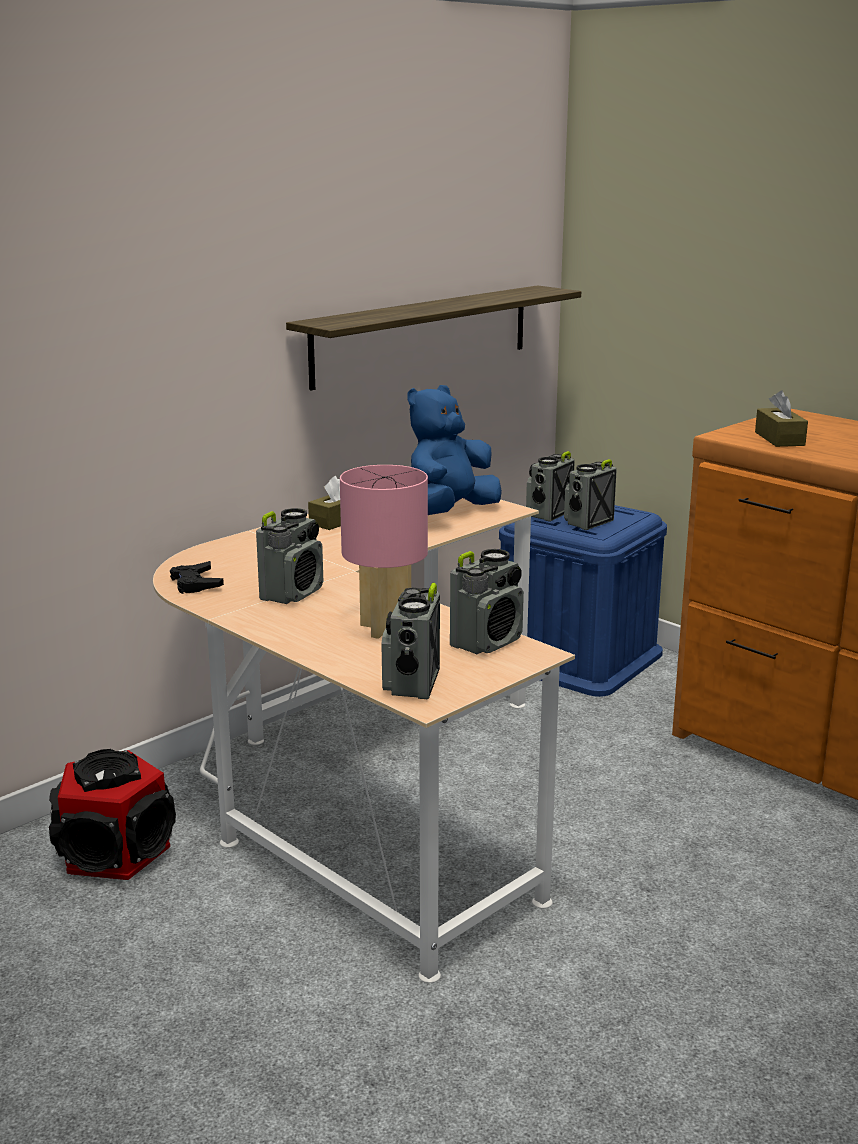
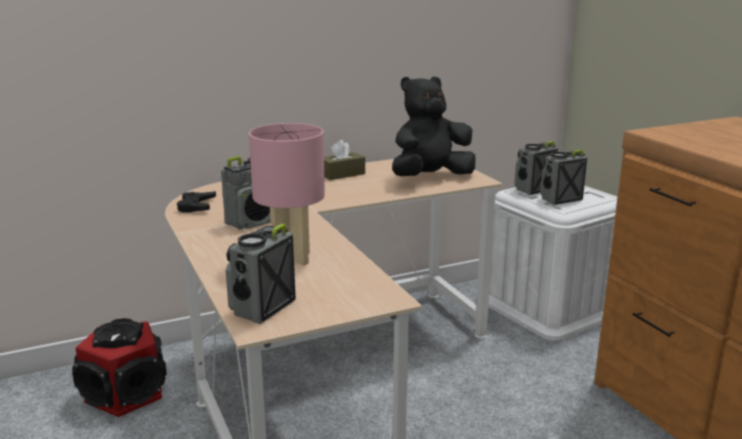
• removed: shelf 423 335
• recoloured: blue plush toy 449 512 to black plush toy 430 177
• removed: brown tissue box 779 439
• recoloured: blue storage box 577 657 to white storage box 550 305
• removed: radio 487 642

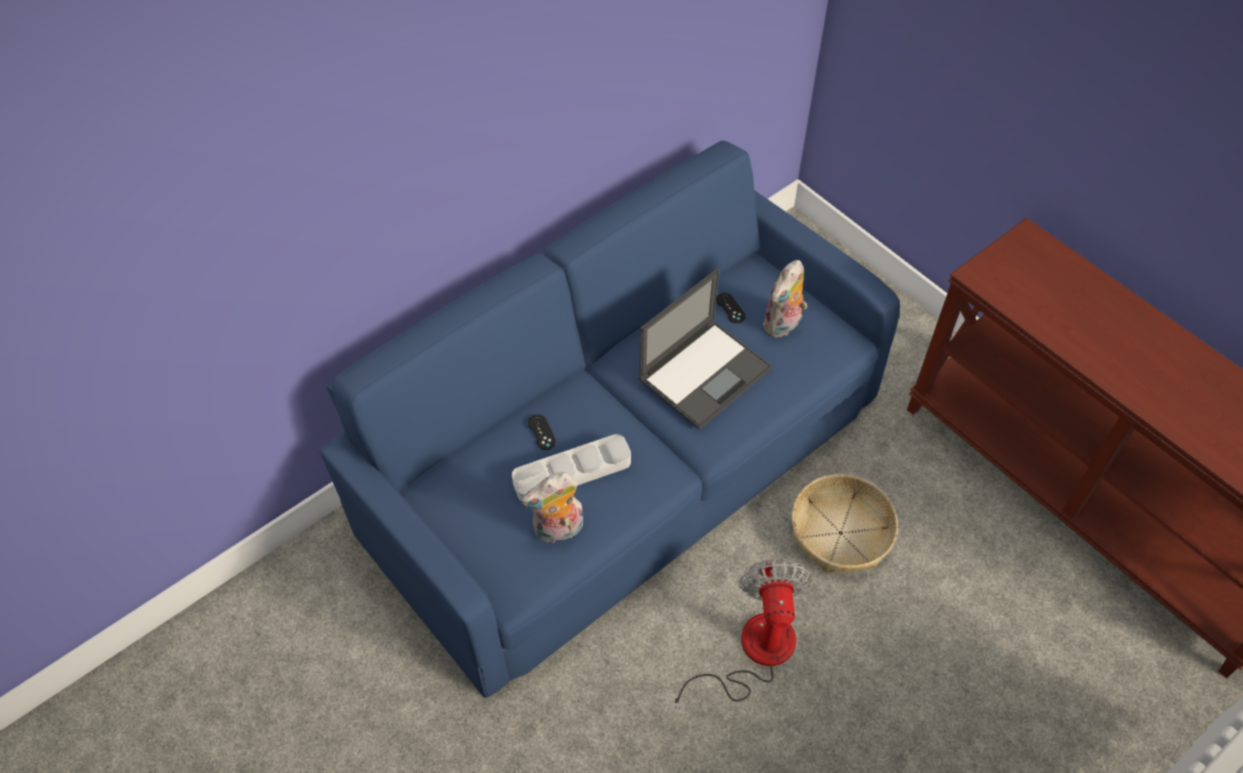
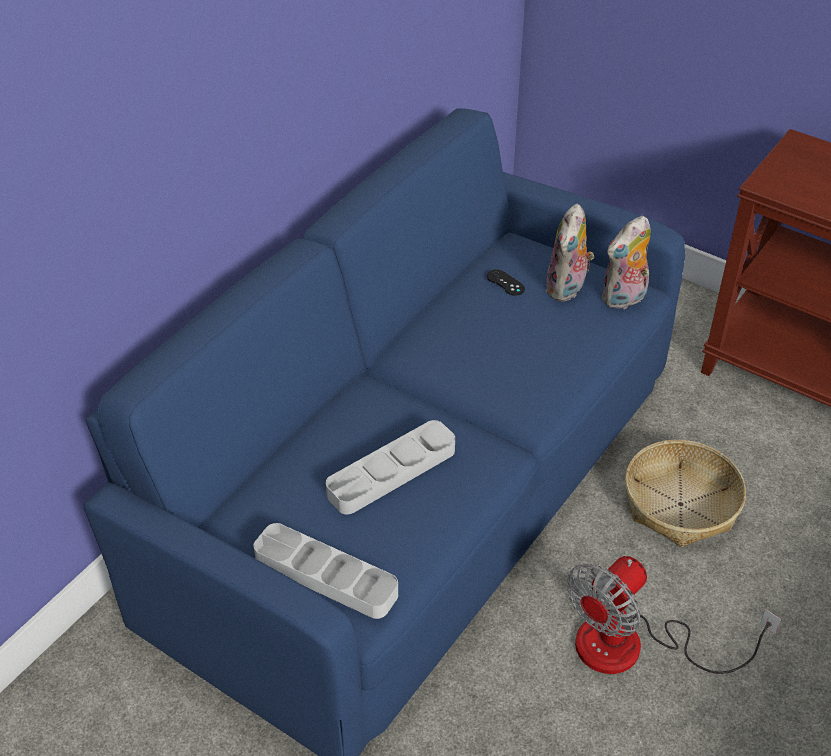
• removed: laptop 705 373
• removed: black game controller 541 432
• moved: plush toy 558 531 to 624 299
• turned: fan 752 653 = 633 648 120 degrees counterclockwise
• added: grey tray 325 575

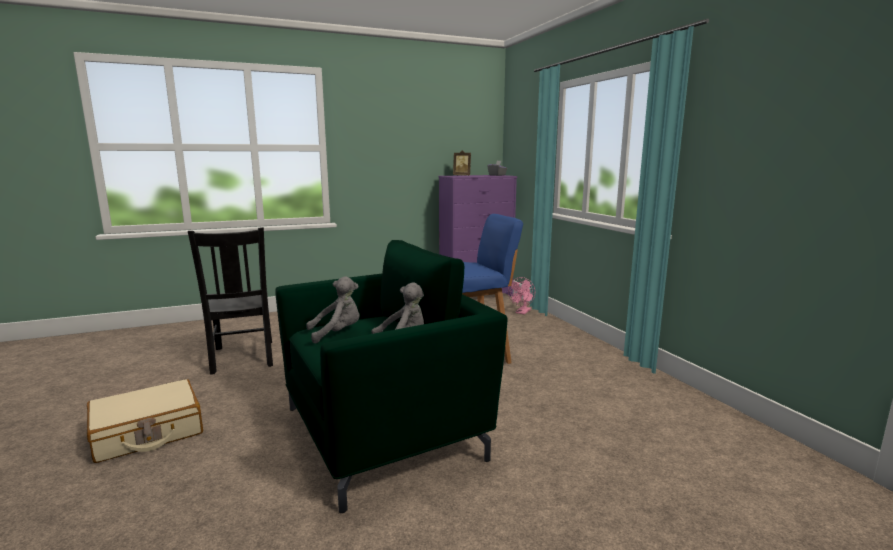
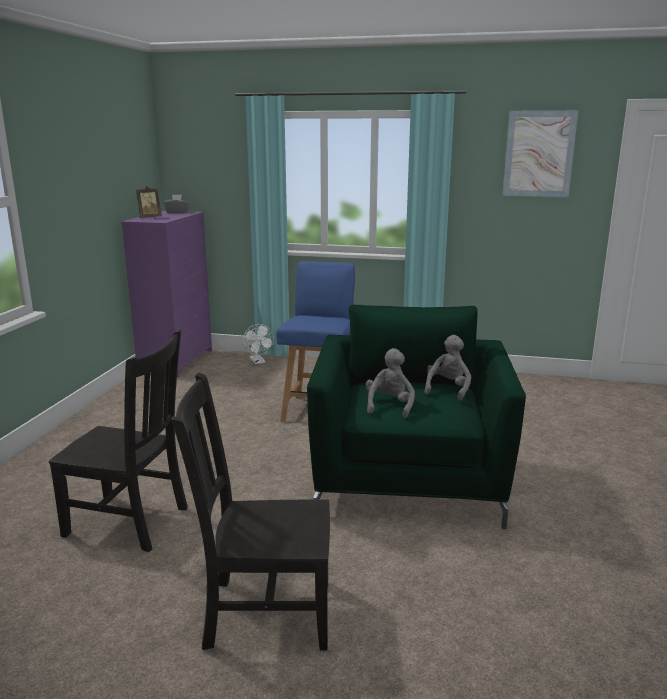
• recoloured: pink fan 522 312 to white fan 258 361
• replaced: beige suitcase 148 433 to black chair 264 613
• added: picture 539 154

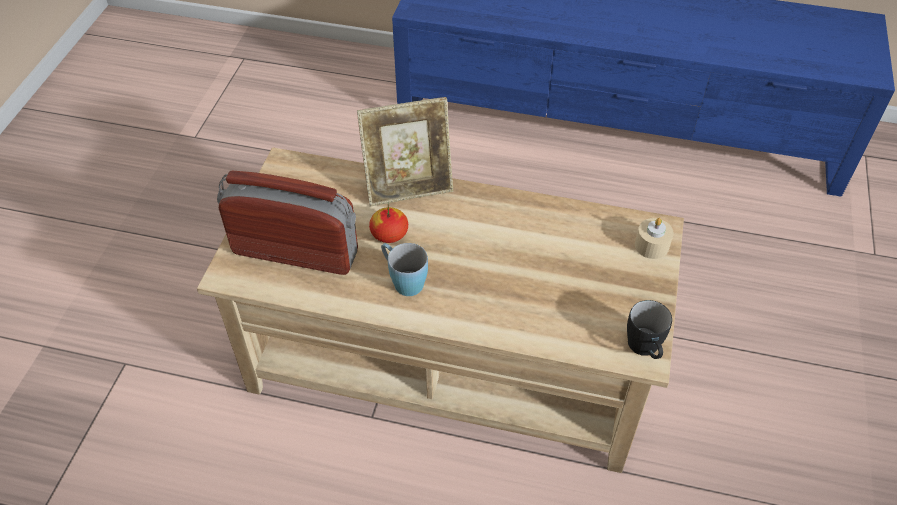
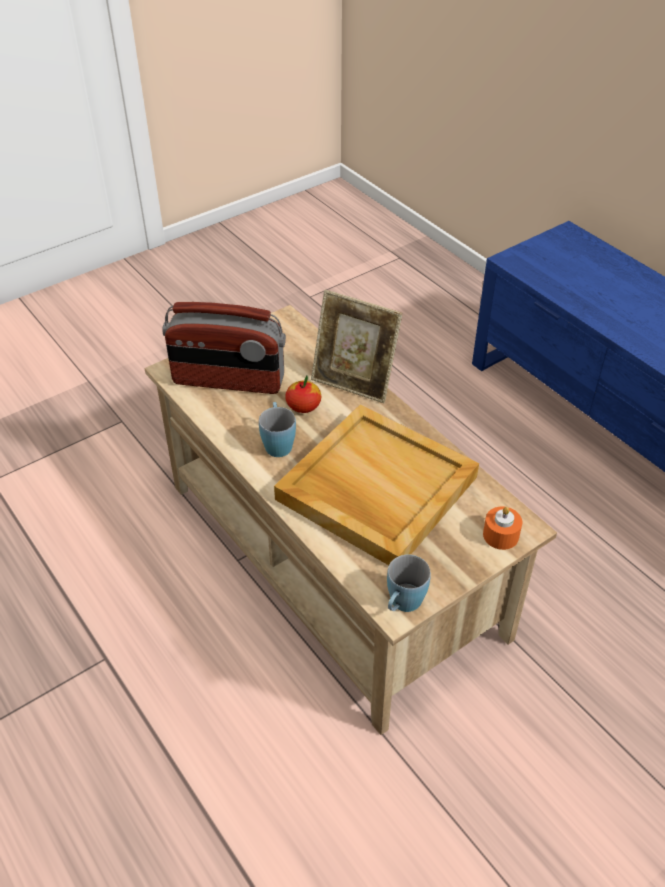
• turned: radio 296 252 = 228 381 135 degrees clockwise
• recoloured: beige candle 651 245 to orange candle 500 535
• recoloured: black mug 645 349 to blue mug 402 605
• added: beige tray 375 488

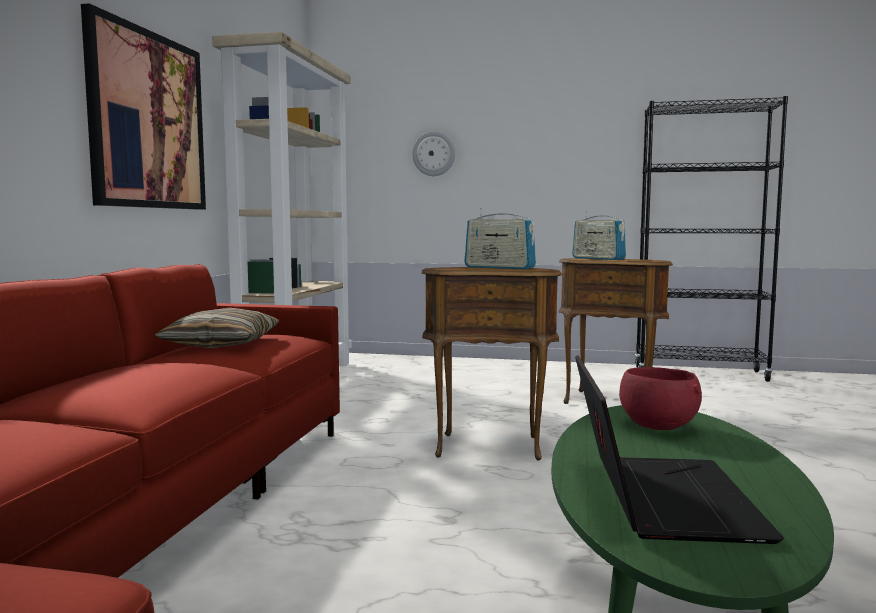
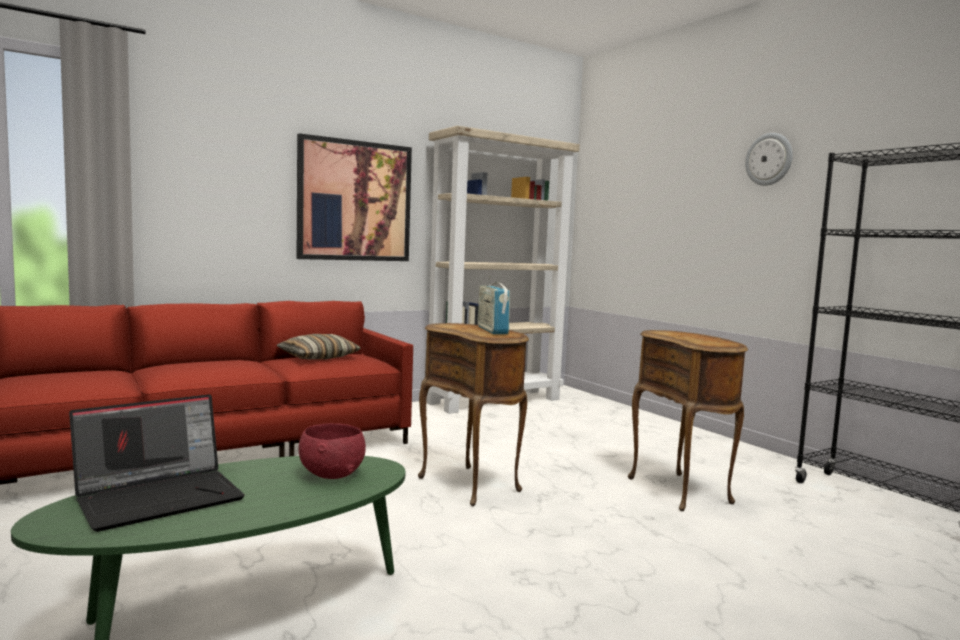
• moved: wall clock 434 154 to 769 159
• removed: radio 598 259

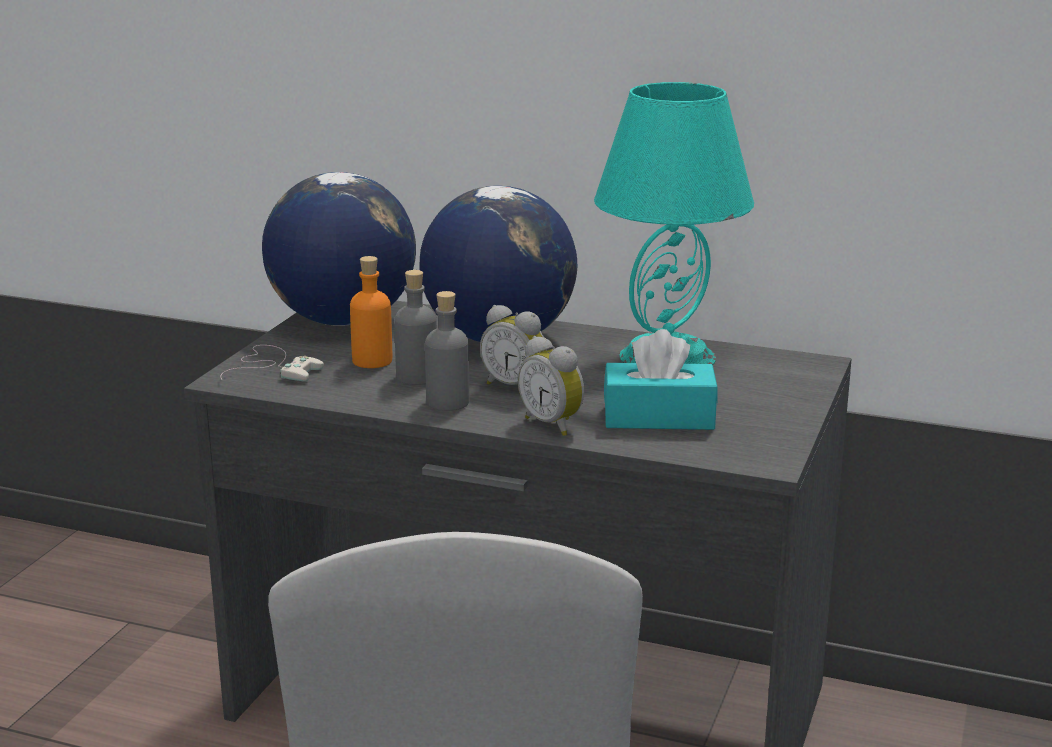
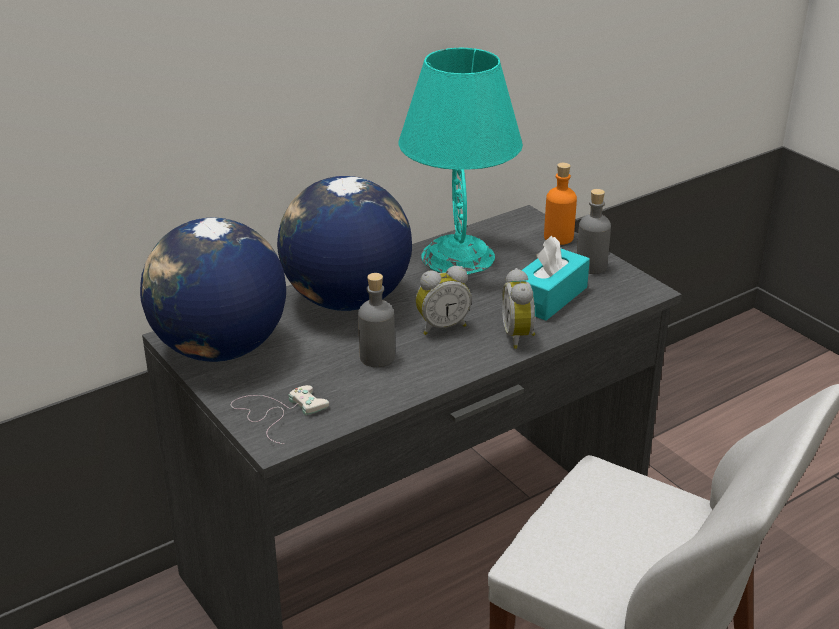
• moved: orange bottle 372 361 to 558 237
• moved: grey bottle 448 402 to 591 266
• turned: alarm clock 553 424 = 519 336 90 degrees clockwise

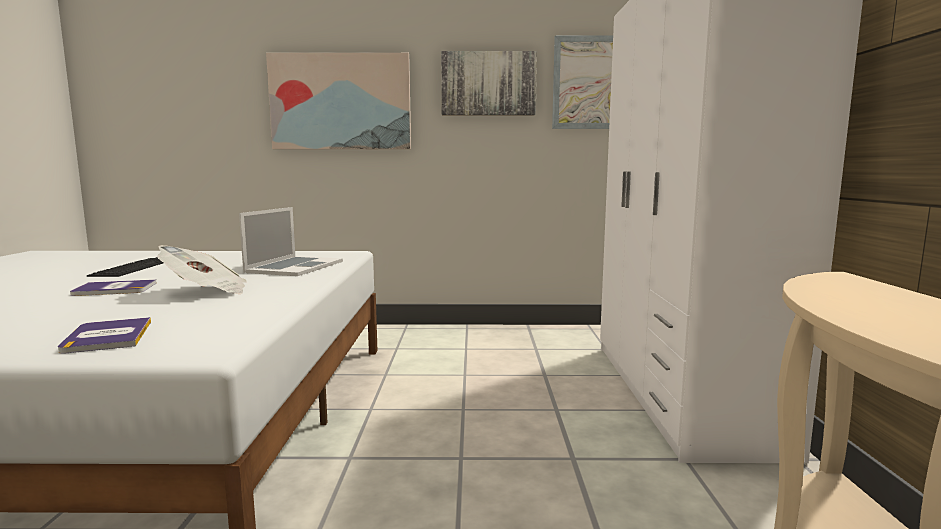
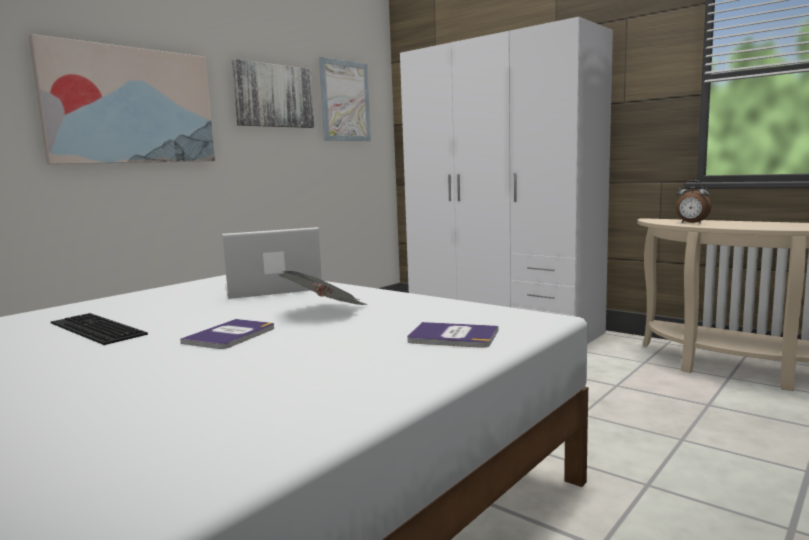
• turned: laptop 294 267 = 272 288 75 degrees counterclockwise
• added: alarm clock 691 223

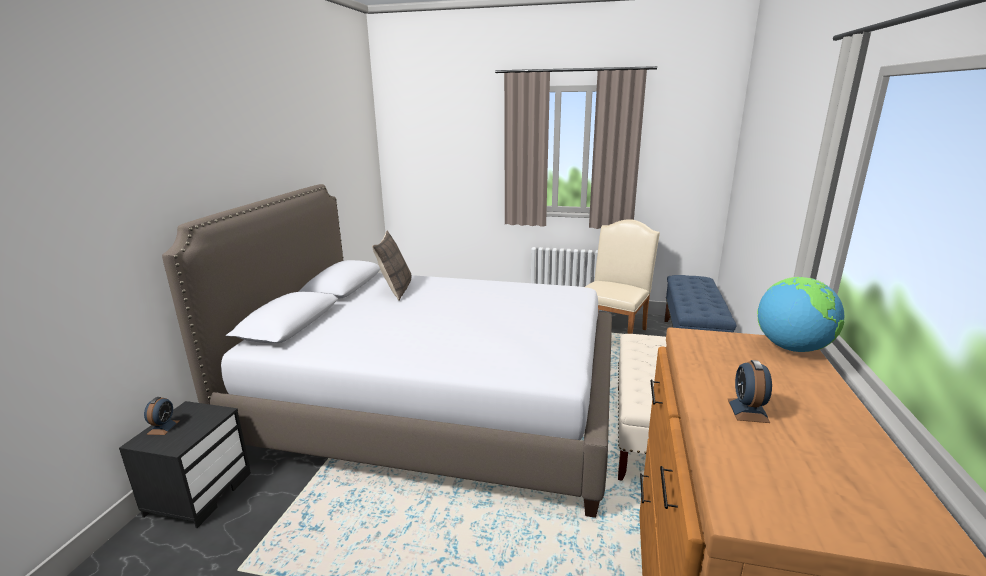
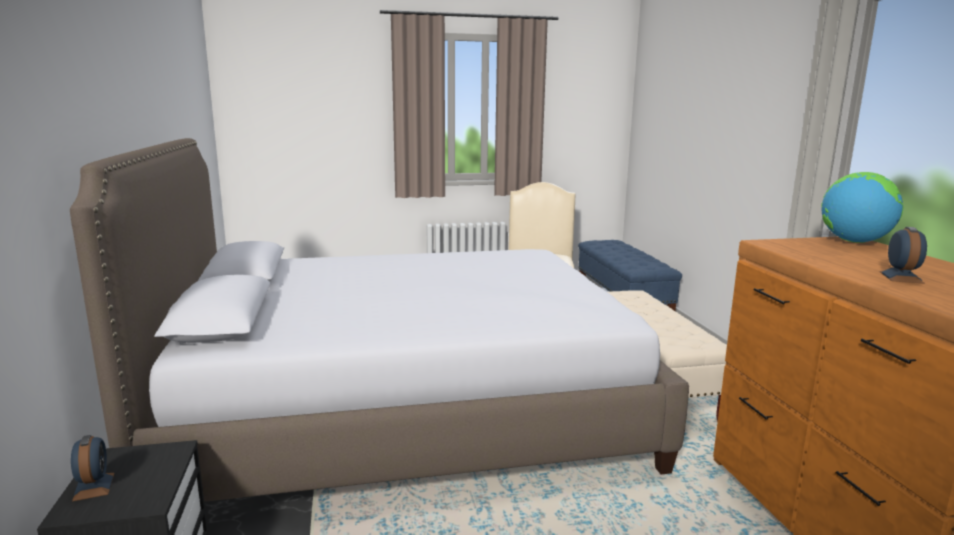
• removed: pillow 395 290
• turned: alarm clock 748 410 = 901 277 150 degrees counterclockwise

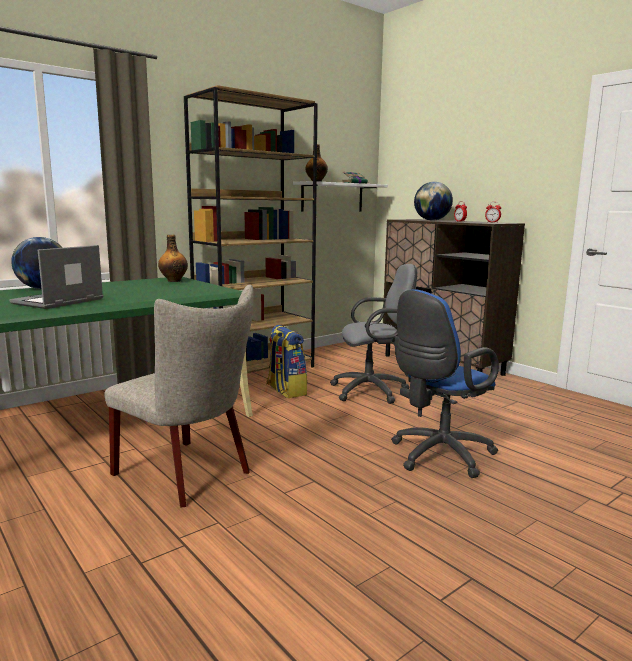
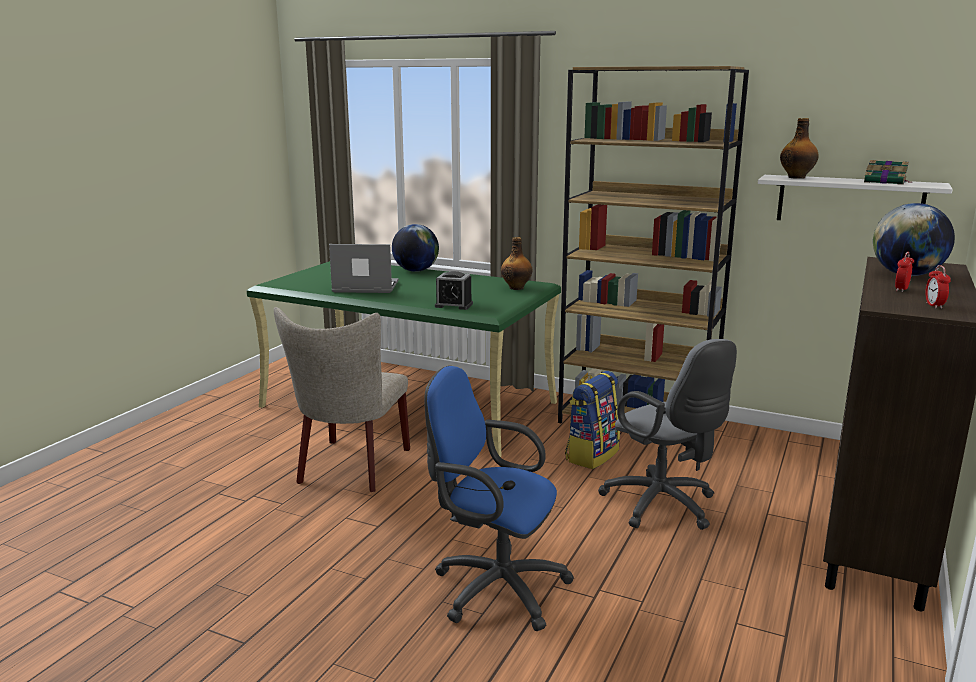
• added: alarm clock 453 305

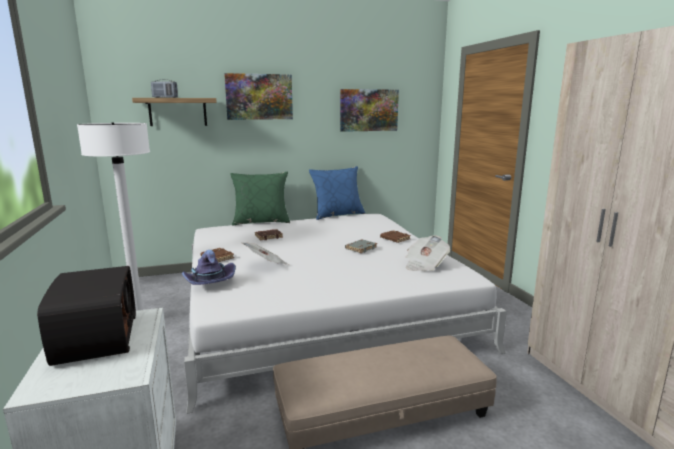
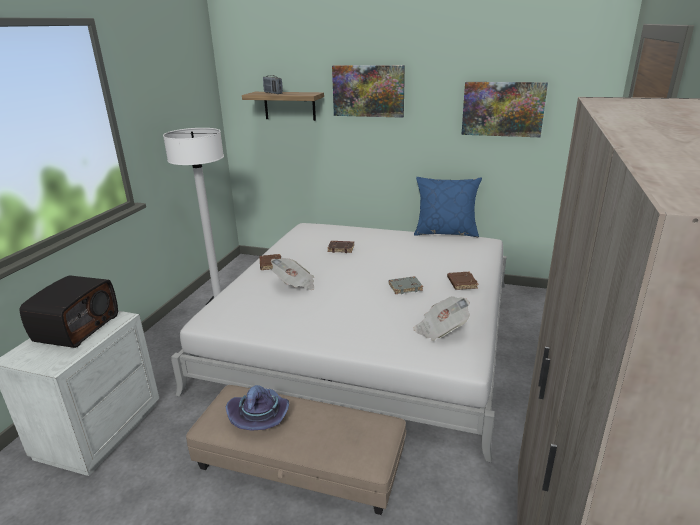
• removed: green pillow 261 222
• moved: purple hat 208 283 to 260 416

